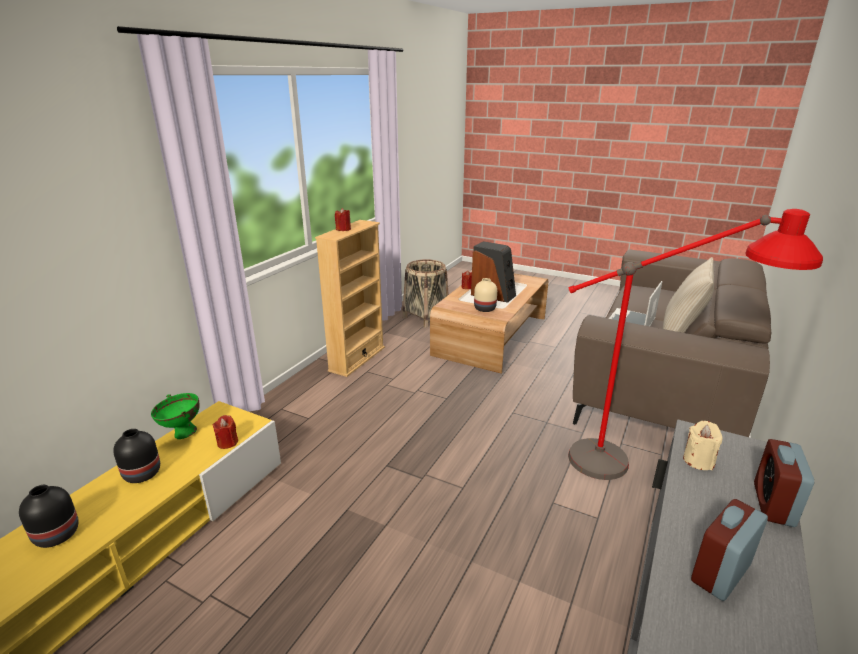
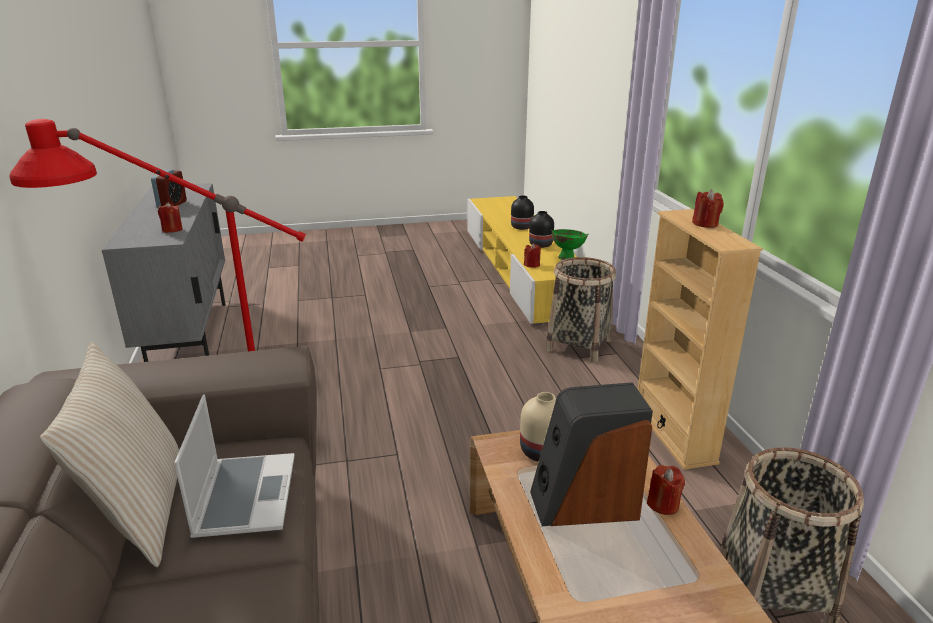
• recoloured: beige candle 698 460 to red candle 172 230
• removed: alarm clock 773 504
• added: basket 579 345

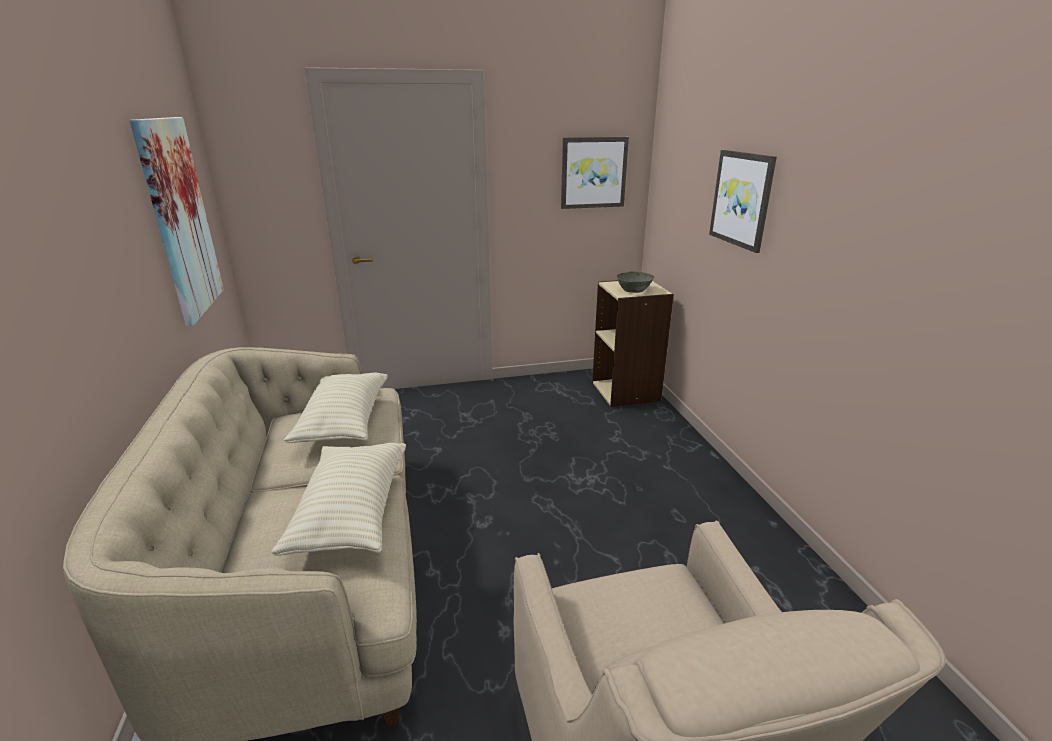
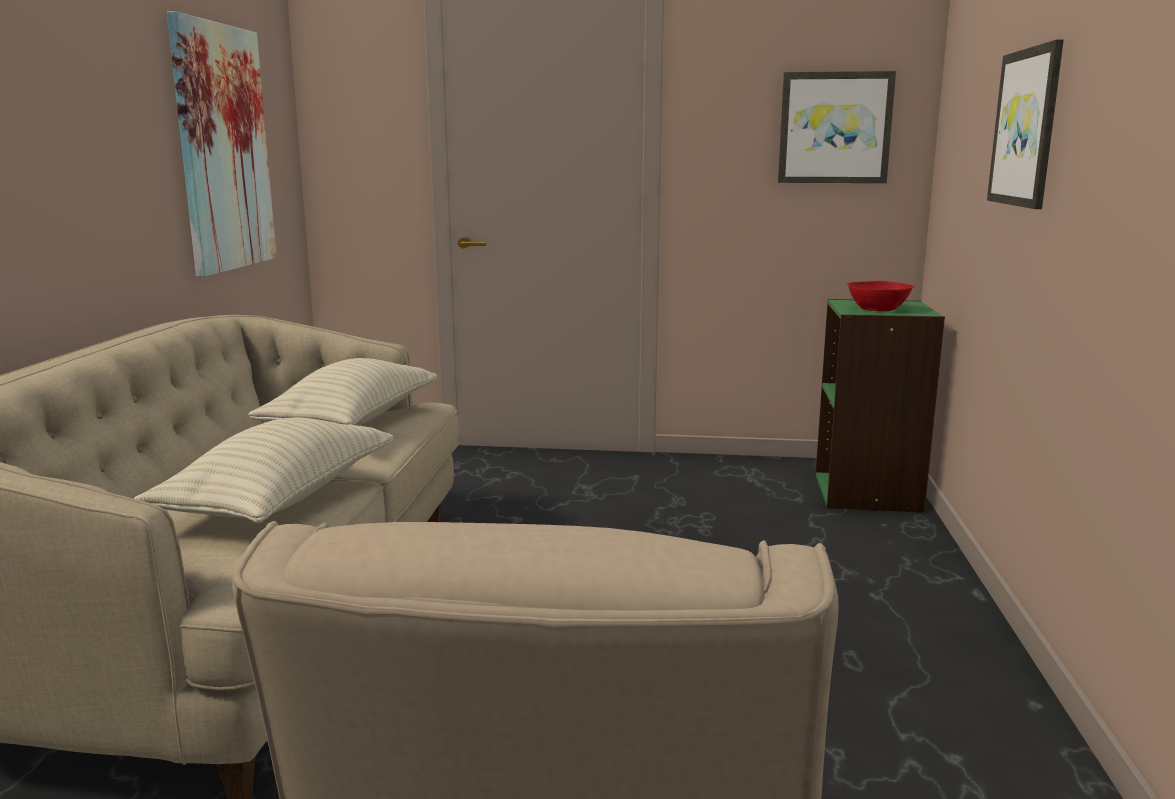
• recoloured: grey bowl 633 290 to red bowl 877 309
• recoloured: beige bookcase 626 391 to green bookcase 868 493

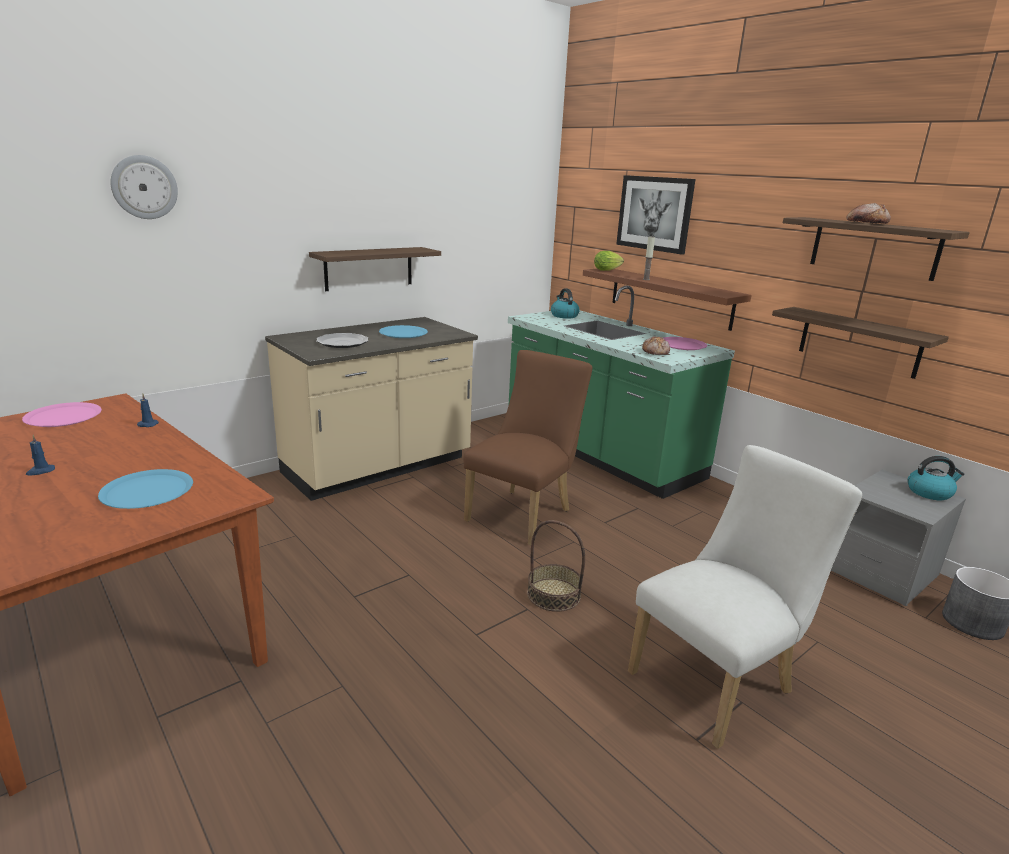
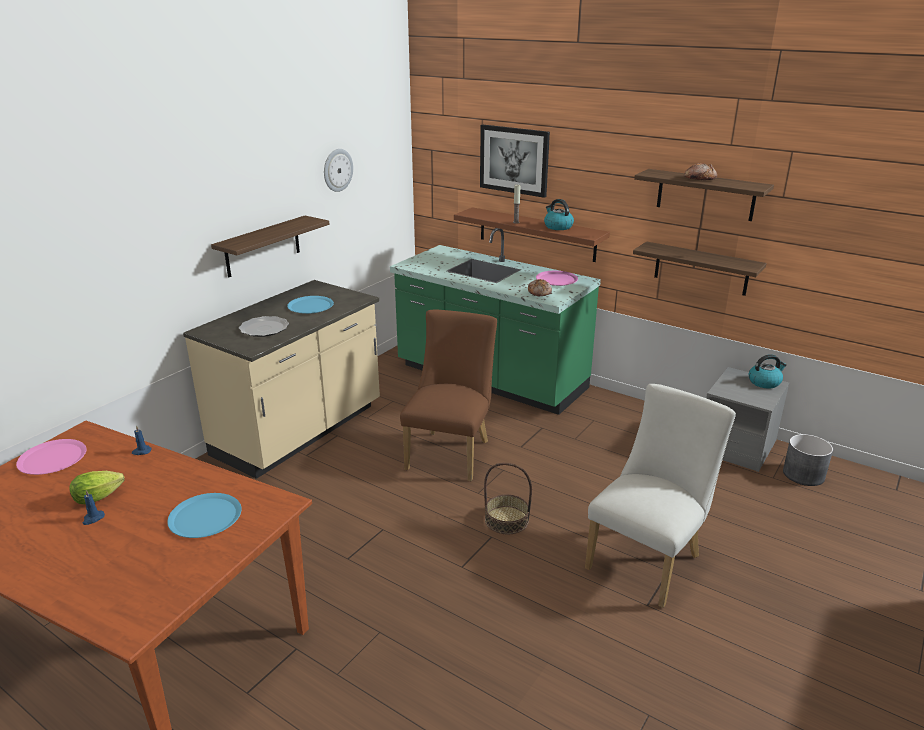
• moved: wall clock 144 187 to 337 170
• moved: lettuce 608 270 to 101 497
• moved: kettle 564 315 to 557 227

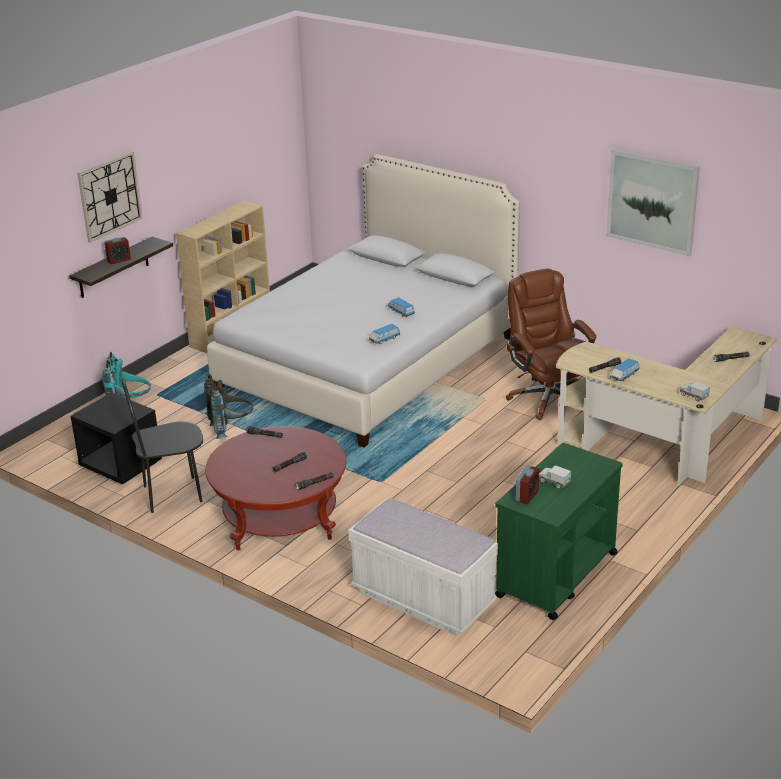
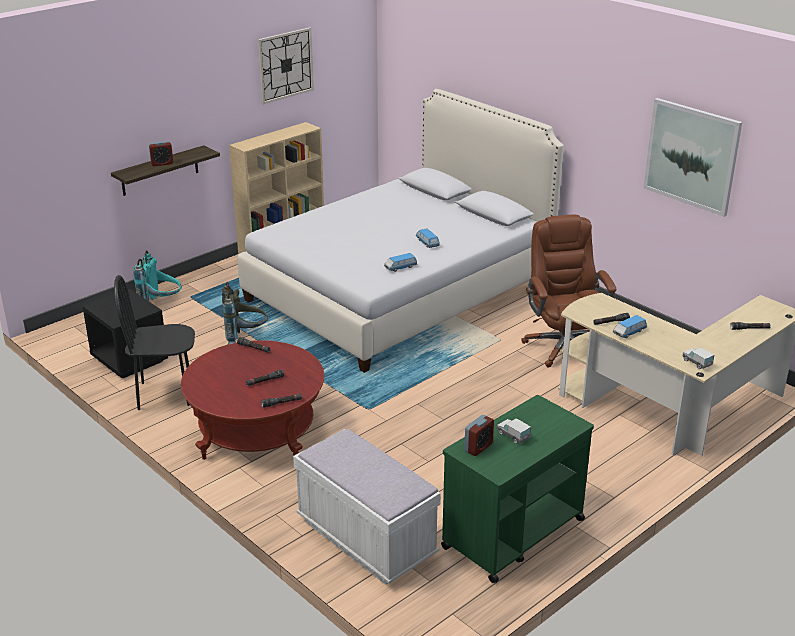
• moved: wall clock 110 196 to 285 65

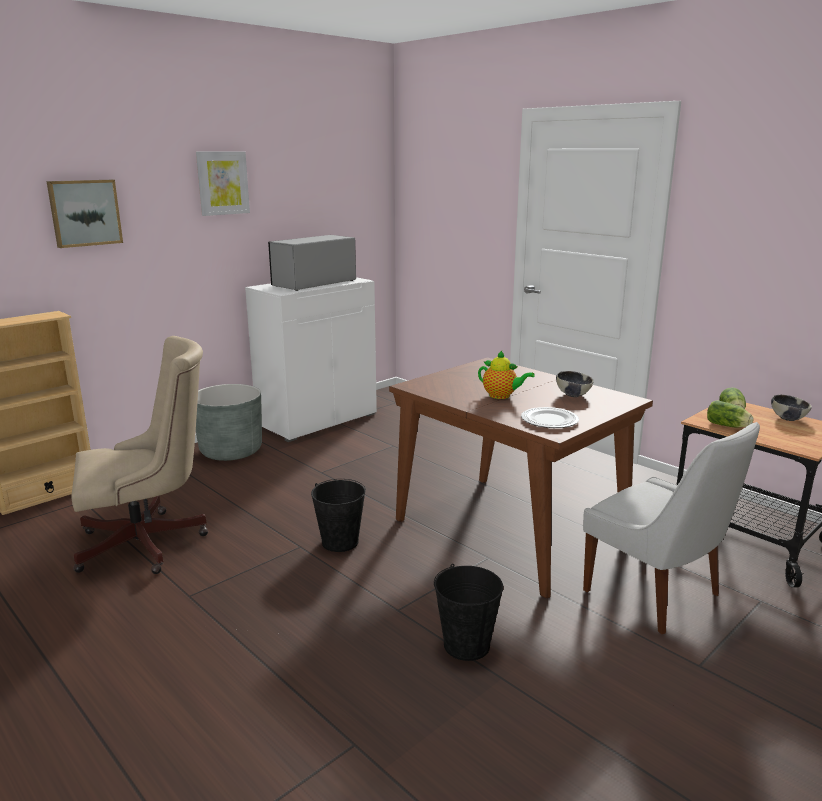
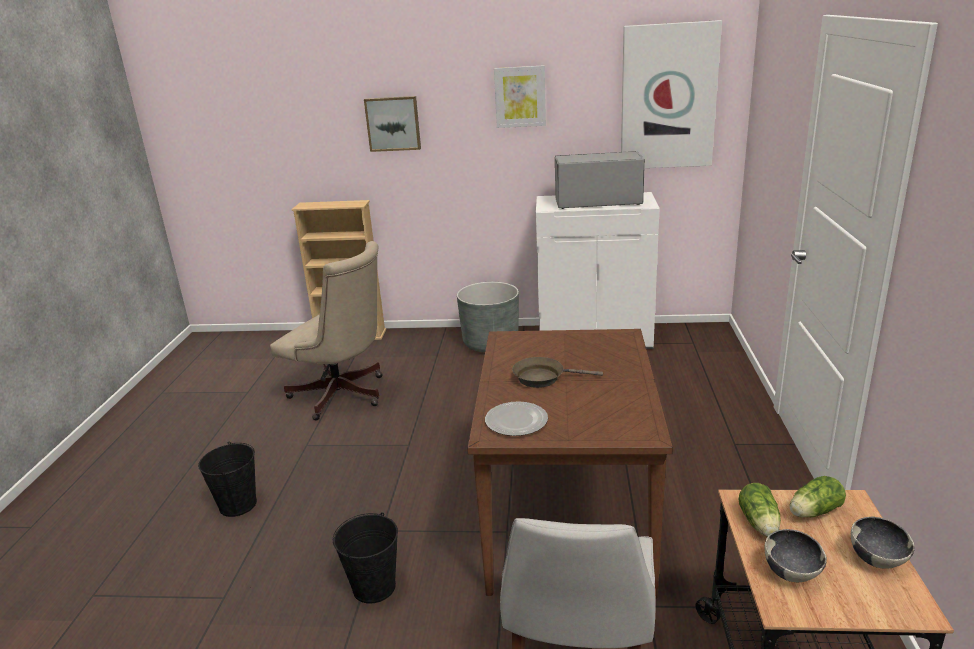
• replaced: teapot 501 396 to brown frying pan 543 378
• moved: bowl 573 395 to 791 572
• moved: black bucket 340 542 to 237 505
• added: picture 668 97

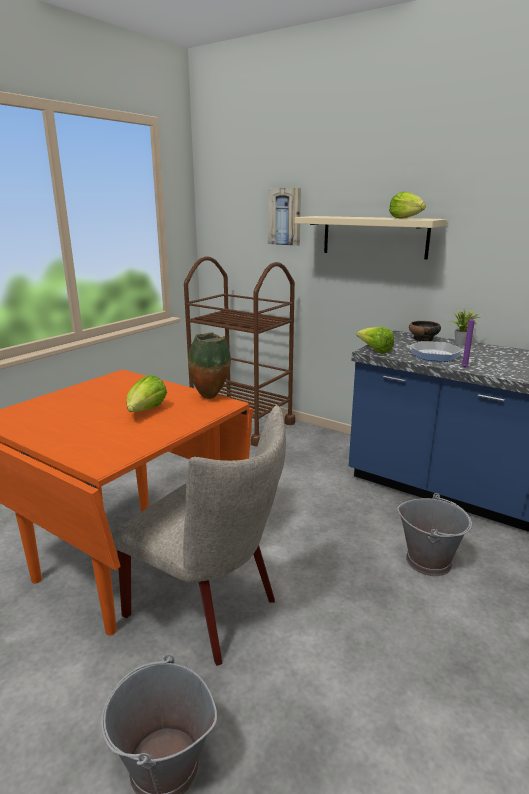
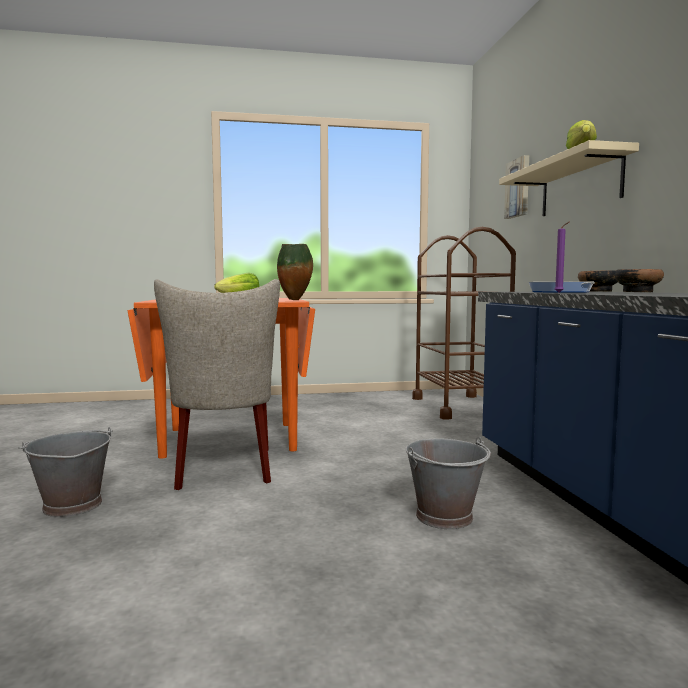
• replaced: potted plant 462 344 to bowl 637 292
• removed: lettuce 375 351

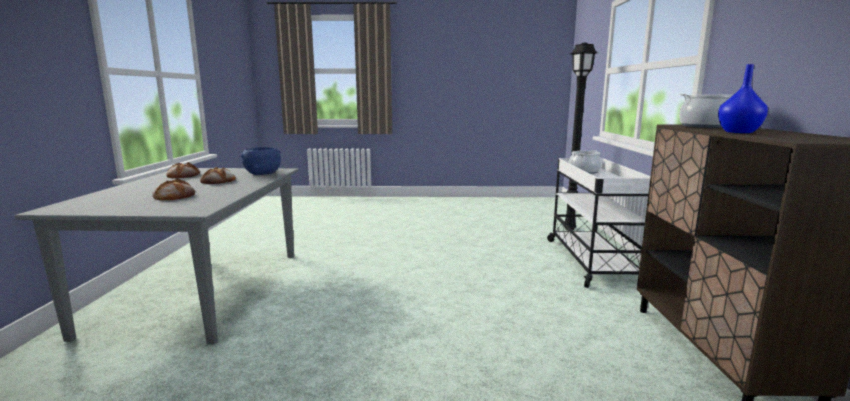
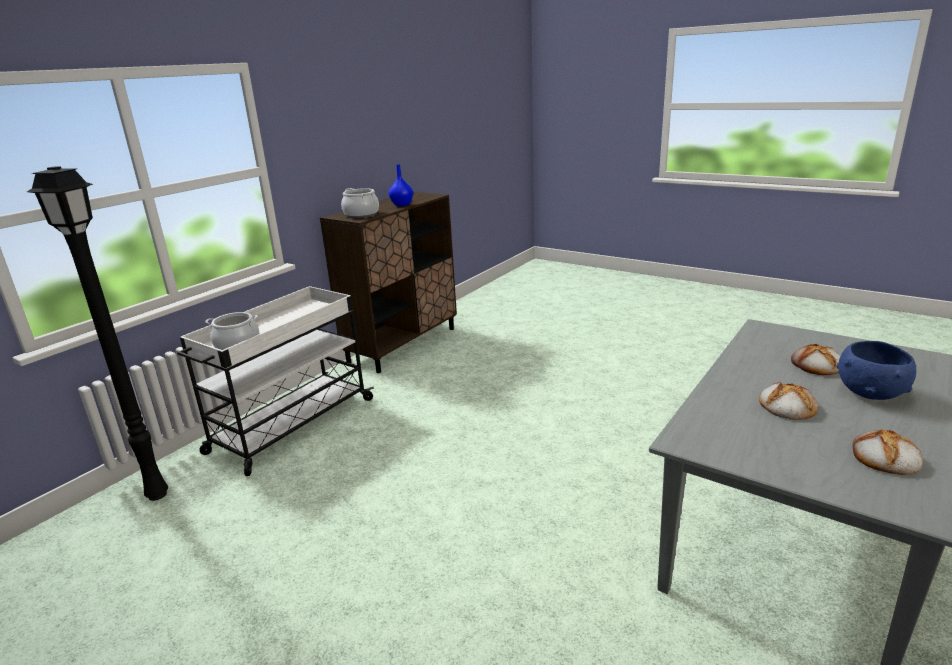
• moved: blue bowl 262 174 to 871 393

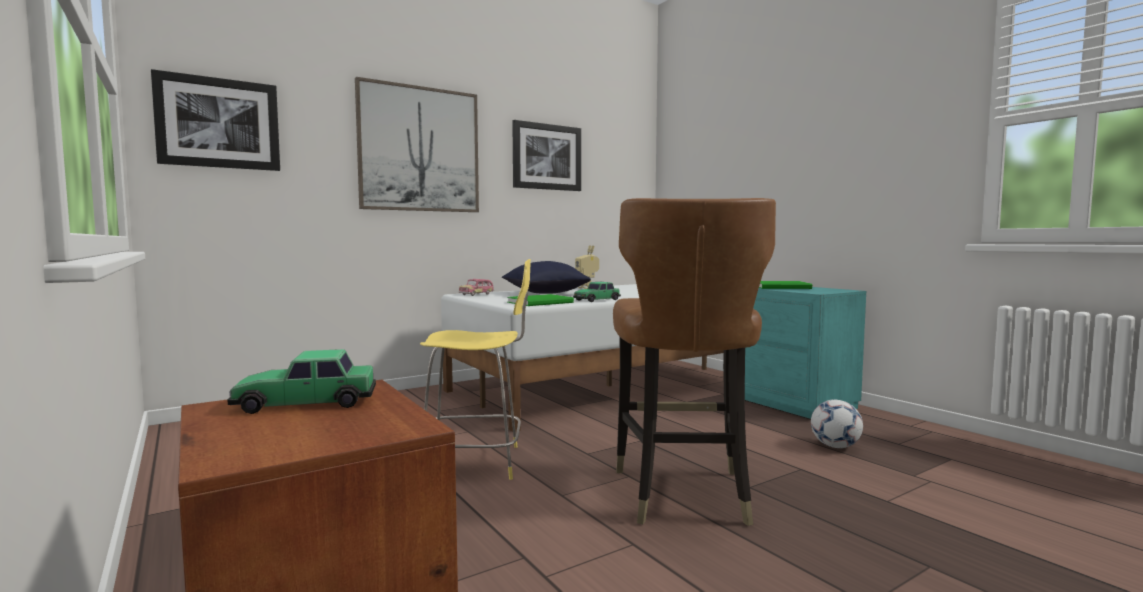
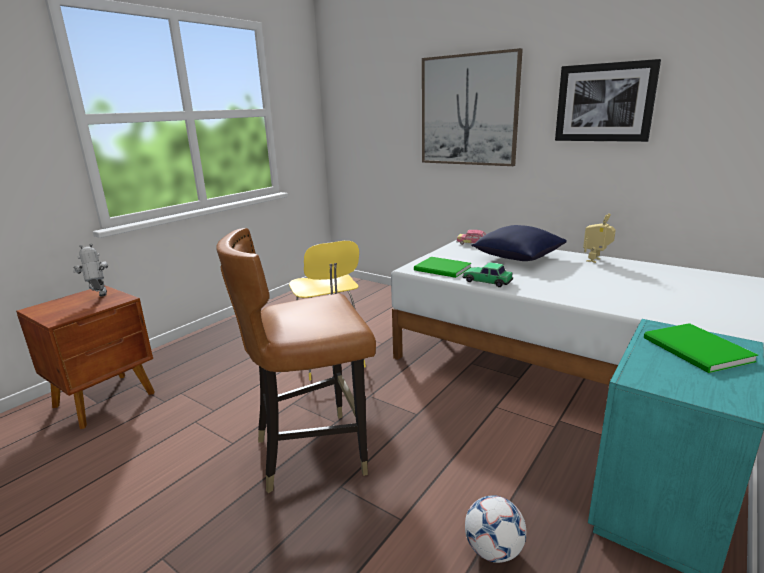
• removed: picture 219 123
• replaced: toy car 306 402 to toy robot 99 298

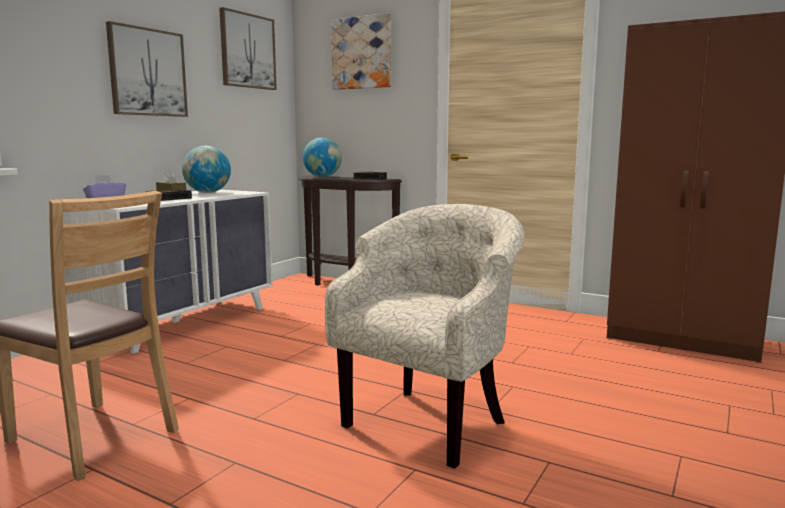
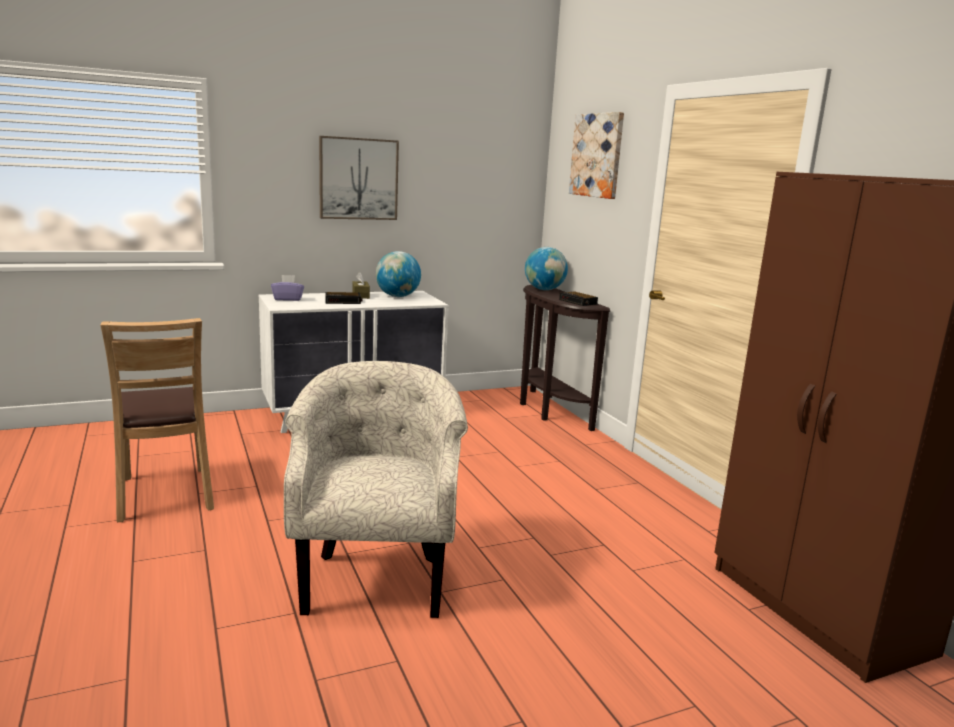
• removed: picture 247 51
• turned: beige armchair 430 421 = 375 579 75 degrees counterclockwise

